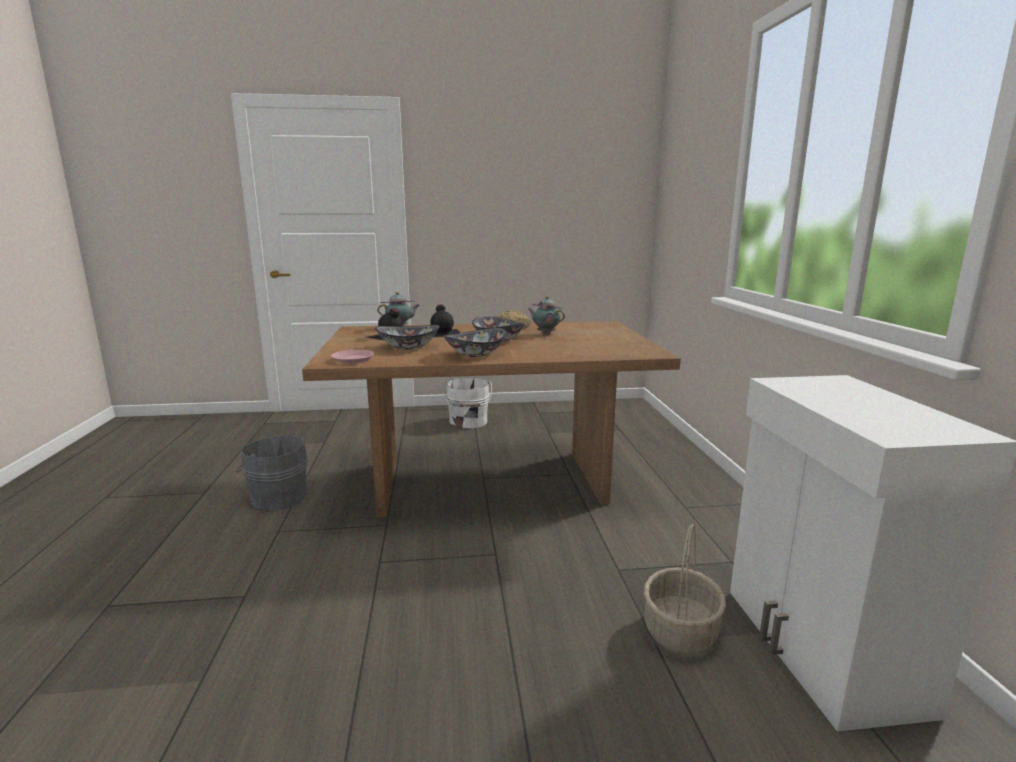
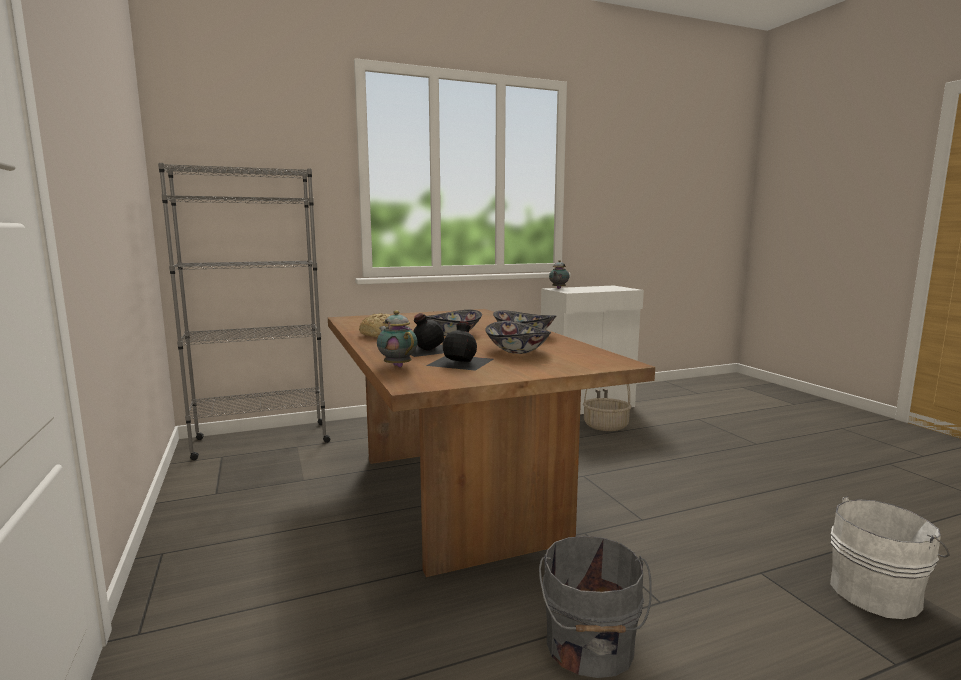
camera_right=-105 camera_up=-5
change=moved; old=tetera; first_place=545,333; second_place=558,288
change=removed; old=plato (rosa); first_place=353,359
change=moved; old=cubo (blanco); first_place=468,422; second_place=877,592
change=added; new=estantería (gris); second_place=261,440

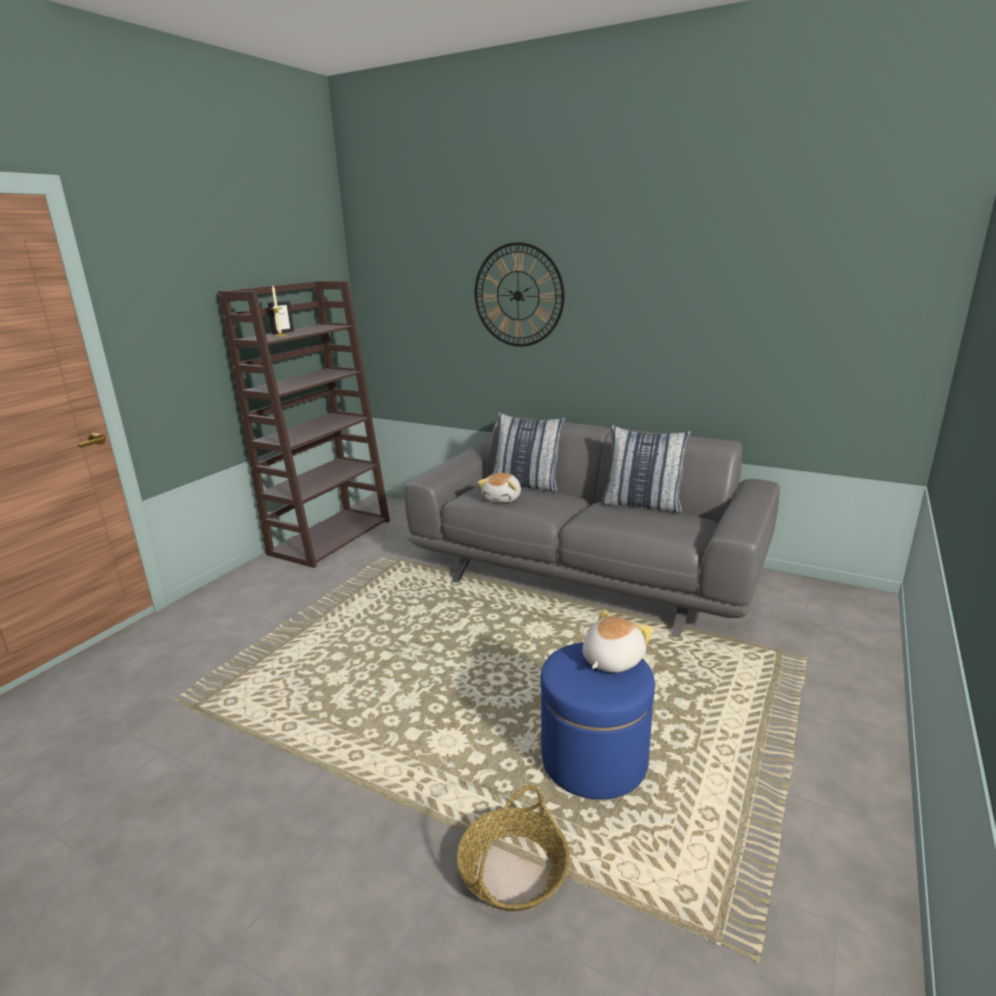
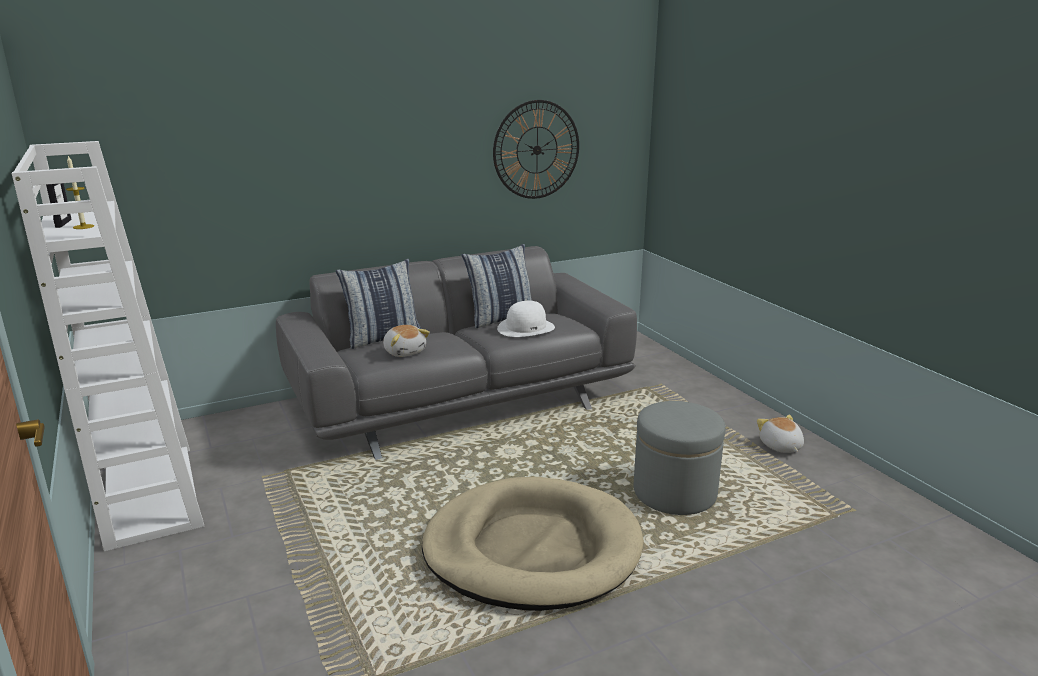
camera_right=-55 camera_up=0
change=moved; old=reloj de pared; first_place=518,295; second_place=536,150
change=recoloured; old=estantería (marrón); new=estantería (blanco); first_place=331,536; second_place=149,494
change=moved; old=peluche; first_place=611,660; second_place=780,446
change=recoloured; old=puf (azul); new=puf (gris); first_place=594,759; second_place=674,492
change=removed; old=cesta; first_place=513,871
change=added; new=sombrero (blanco); second_place=526,328
change=added; new=cama para perro (beis); second_place=532,549

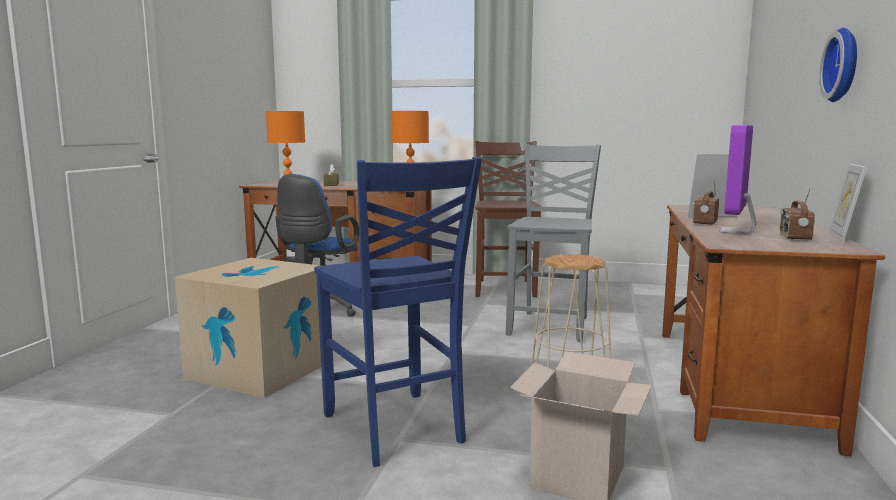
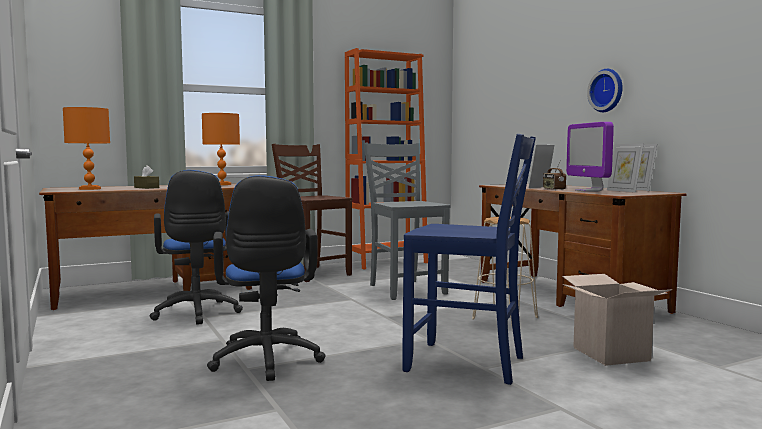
camera_right=-40 camera_up=-5
change=replaced; old=radio; new=portarretratos; first_place=794,238; second_place=623,191
change=replaced; old=caja de cartón; new=silla de oficina (azul); first_place=259,369; second_place=266,362
change=added; new=estantería (naranja); second_place=386,262

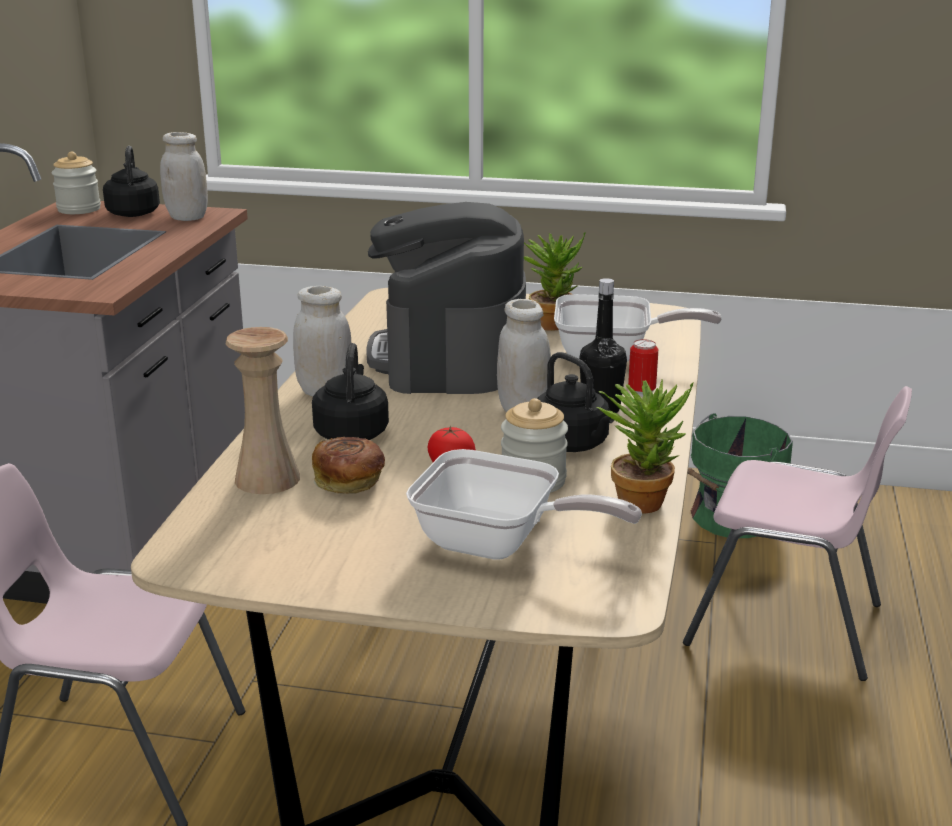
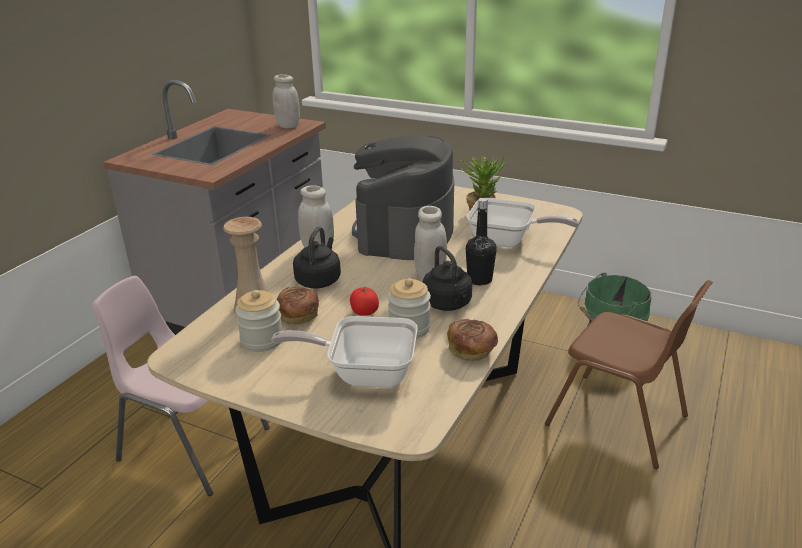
camera_right=15 camera_up=5
change=removed; old=hervidor (negro); first_place=133,212
change=moved; old=tarro; first_place=79,209; second_place=262,340
change=removed; old=lata; first_place=641,392
change=replaced; old=planta en maceta; new=pan; first_place=643,499; second_place=472,351
change=recoloured; old=silla (rosa); new=silla (marrón); first_place=787,625; second_place=618,421
change=turned; old=sartén; first_place=499,545; second_place=364,373; degrees=150

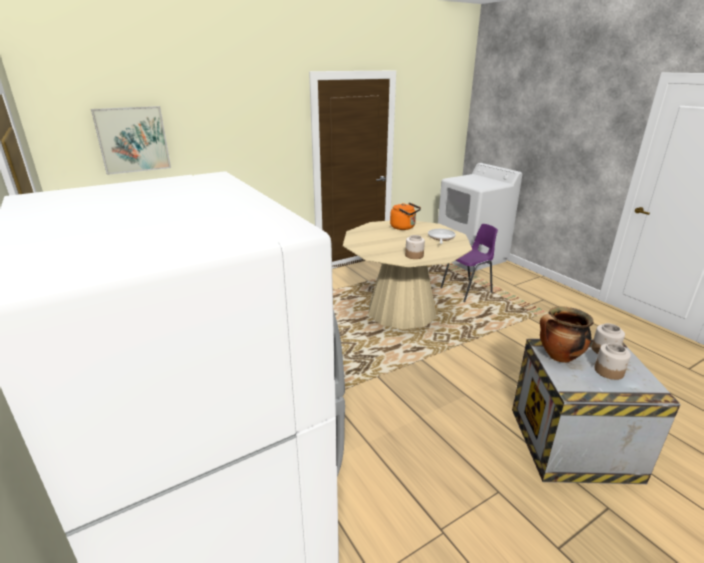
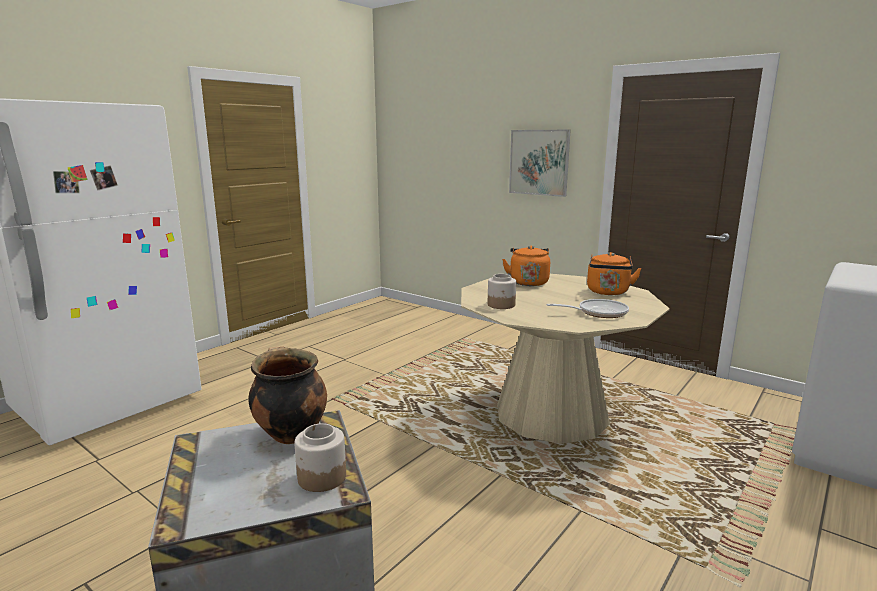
camera_right=70 camera_up=-10
change=moved; old=cuadro; first_place=133,140; second_place=539,162
change=removed; old=silla (morado); first_place=467,290
change=removed; old=tarro; first_place=609,371
change=added; new=hervidor (naranja); second_place=528,282

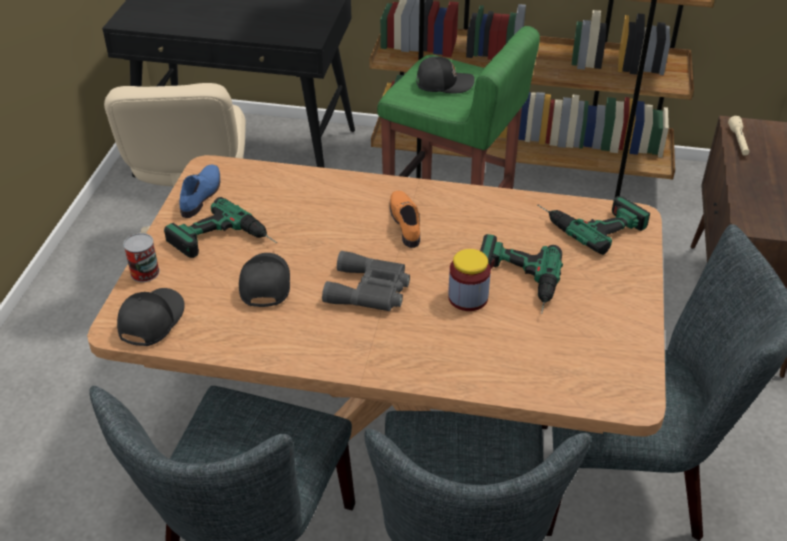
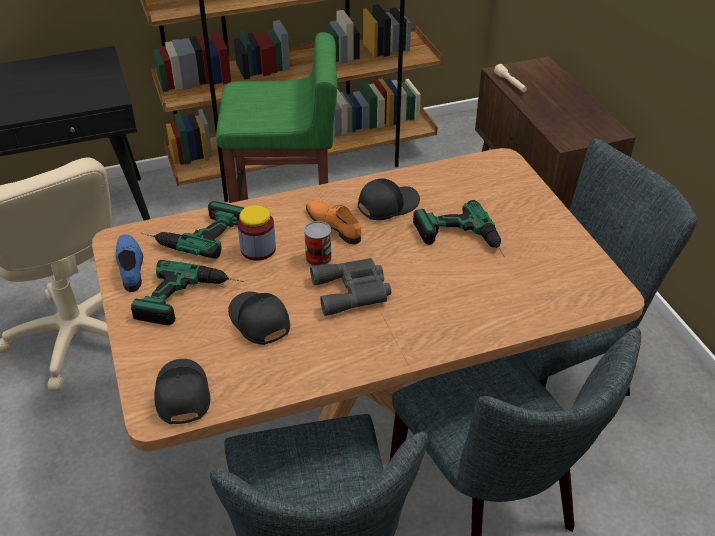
camera_right=-30 camera_up=0
change=moved; old=gorra (negro); first_place=443,83; second_place=387,205
change=moved; old=taladro; first_place=589,221; second_place=193,233
change=moved; old=lata; first_place=145,272; second_place=318,258
change=moved; old=tarro; first_place=468,298; second_place=258,249

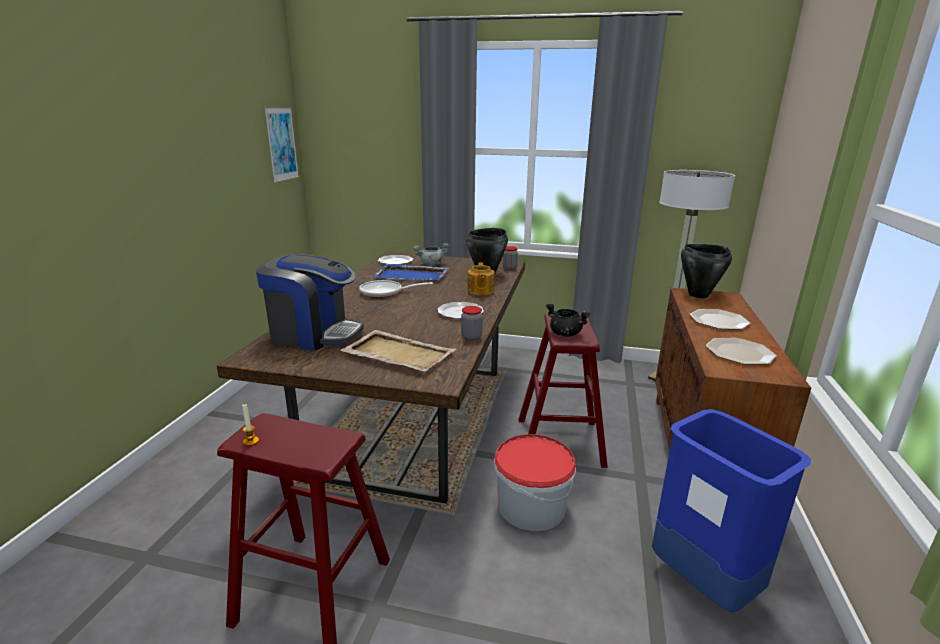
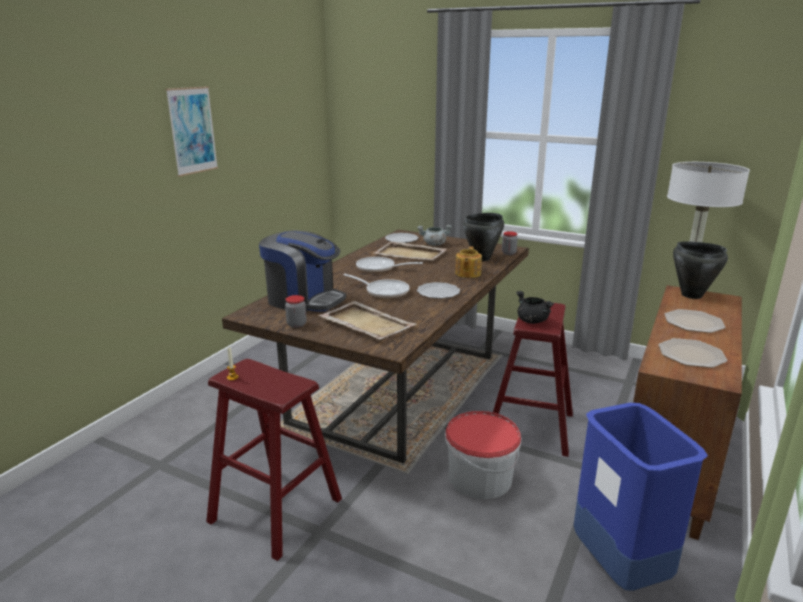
camera_right=15 camera_up=0
change=moved; old=cuadro; first_place=281,144; second_place=192,130
change=recoloured; old=bandeja (azul); new=bandeja (beis); first_place=412,275; second_place=411,254
change=moved; old=tarro; first_place=471,337; second_place=296,324
change=added; new=sartén; second_place=384,292

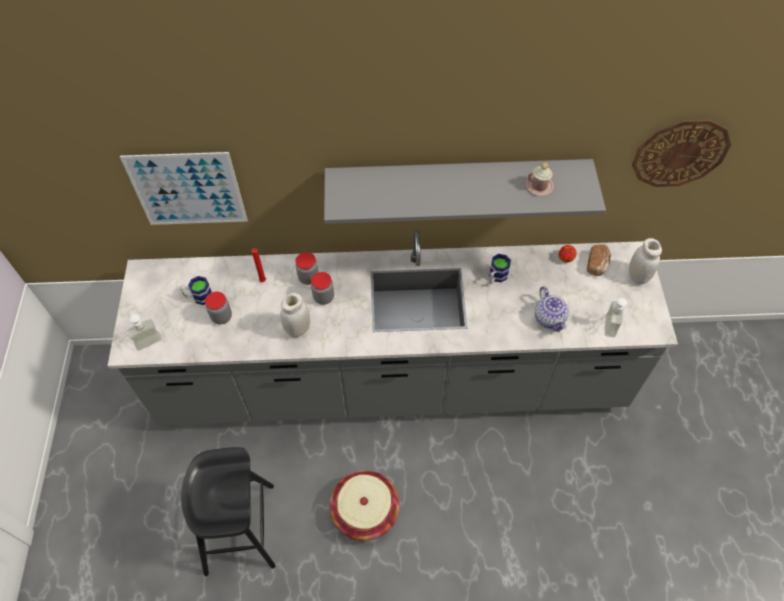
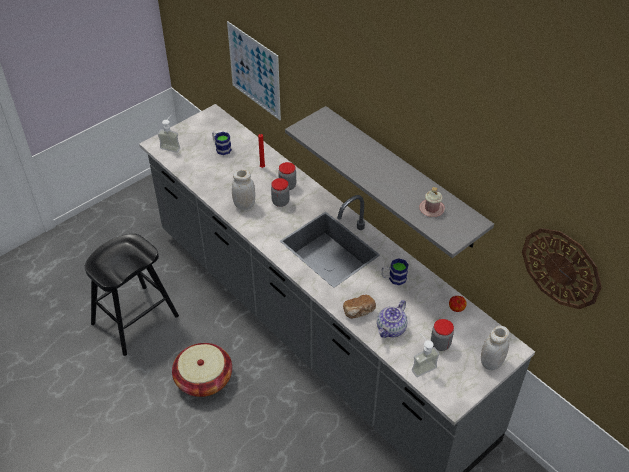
camera_right=50 camera_up=-10
change=moved; old=pan; first_place=597,265; second_place=359,312
change=moved; old=tarro; first_place=221,317; second_place=440,344

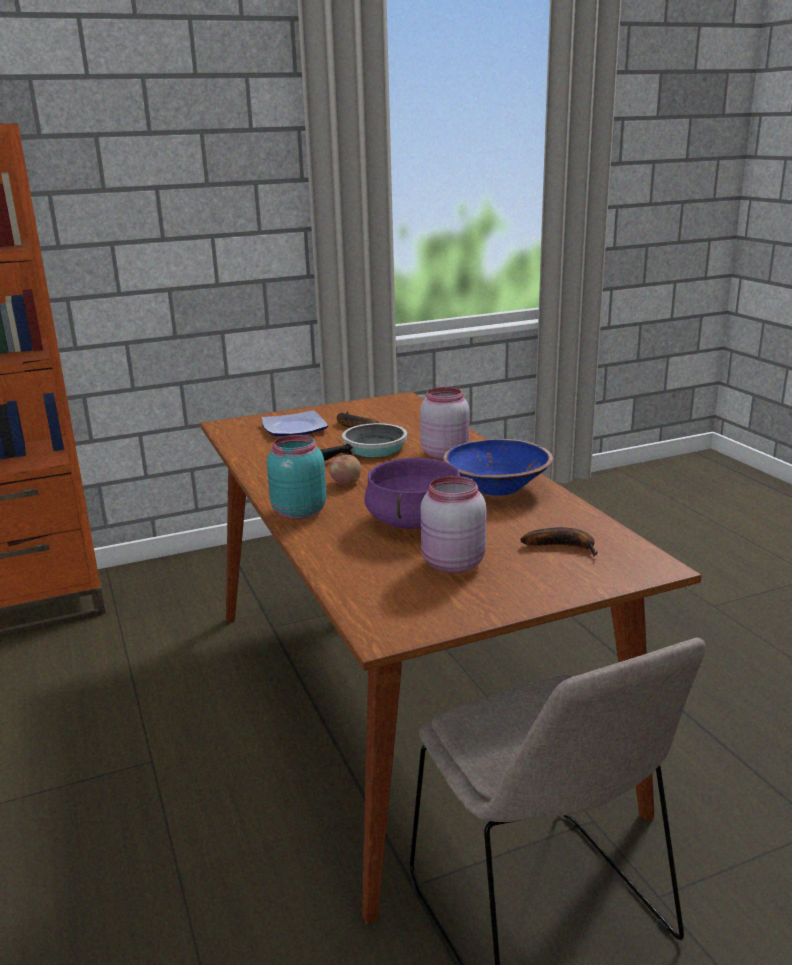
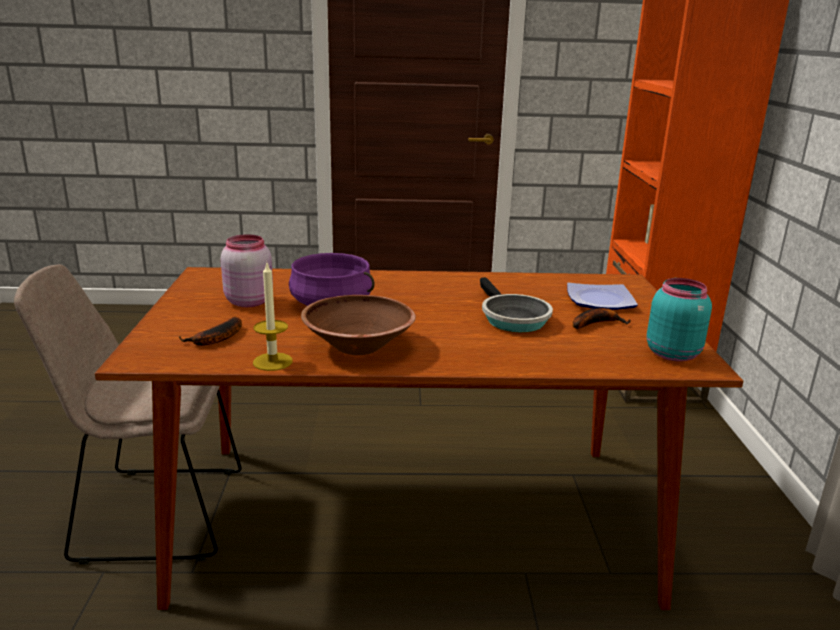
camera_right=110 camera_up=0
change=removed; old=tarro (rosa); first_place=444,453
change=moved; old=tarro (turquesa); first_place=297,512; second_place=672,353
change=recoloured; old=cuenco (azul); new=cuenco (marrón); first_place=497,488; second_place=358,346
change=removed; old=manzana; first_place=345,483
change=added; new=vela; second_place=272,361

